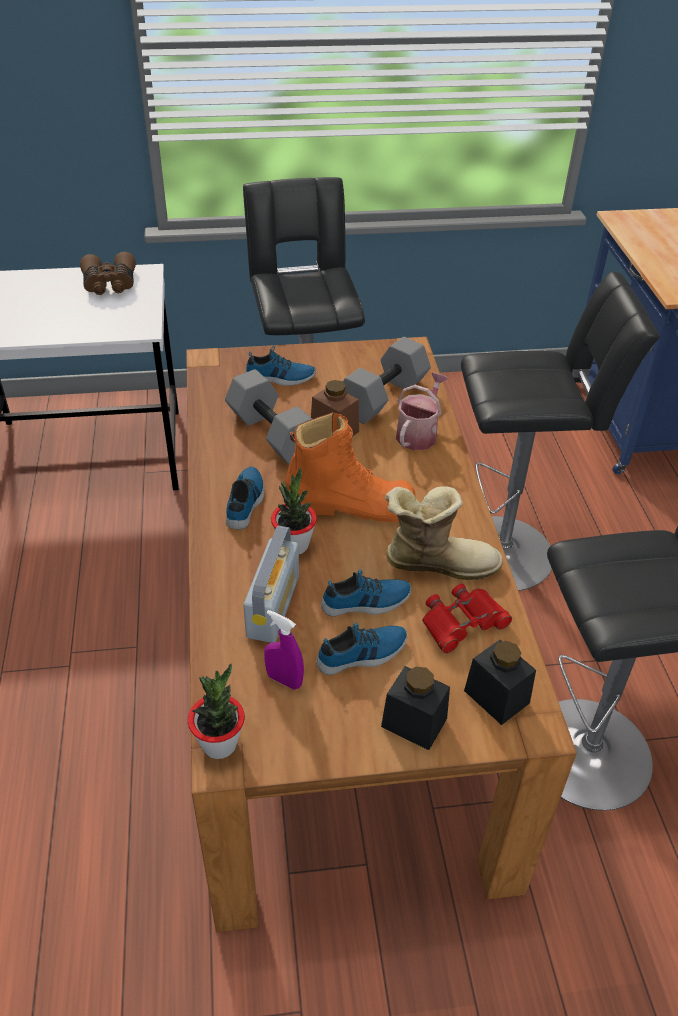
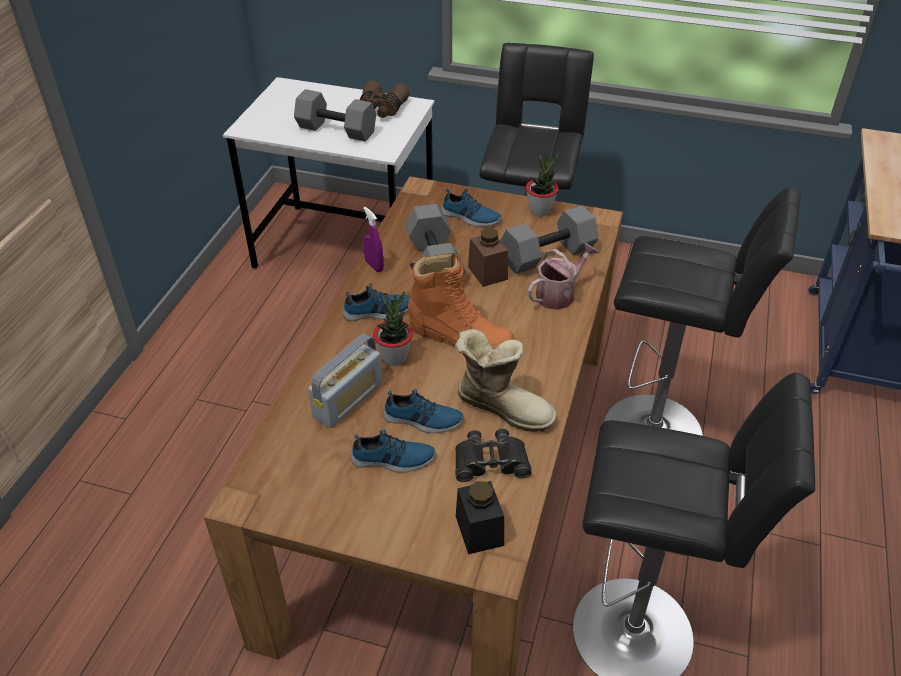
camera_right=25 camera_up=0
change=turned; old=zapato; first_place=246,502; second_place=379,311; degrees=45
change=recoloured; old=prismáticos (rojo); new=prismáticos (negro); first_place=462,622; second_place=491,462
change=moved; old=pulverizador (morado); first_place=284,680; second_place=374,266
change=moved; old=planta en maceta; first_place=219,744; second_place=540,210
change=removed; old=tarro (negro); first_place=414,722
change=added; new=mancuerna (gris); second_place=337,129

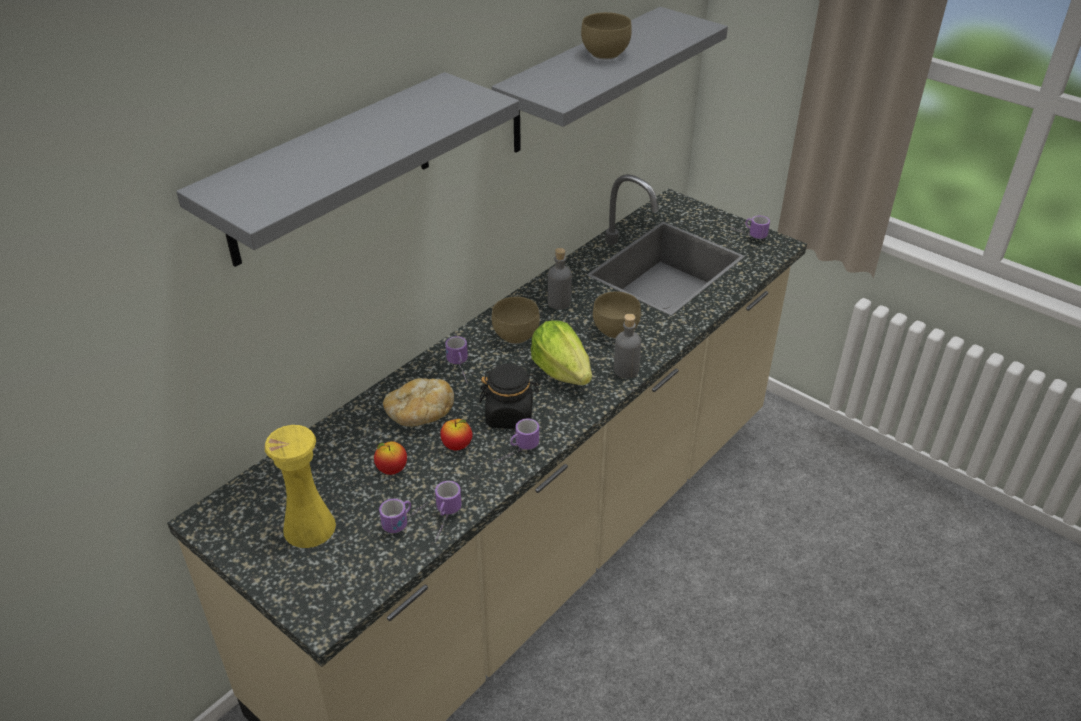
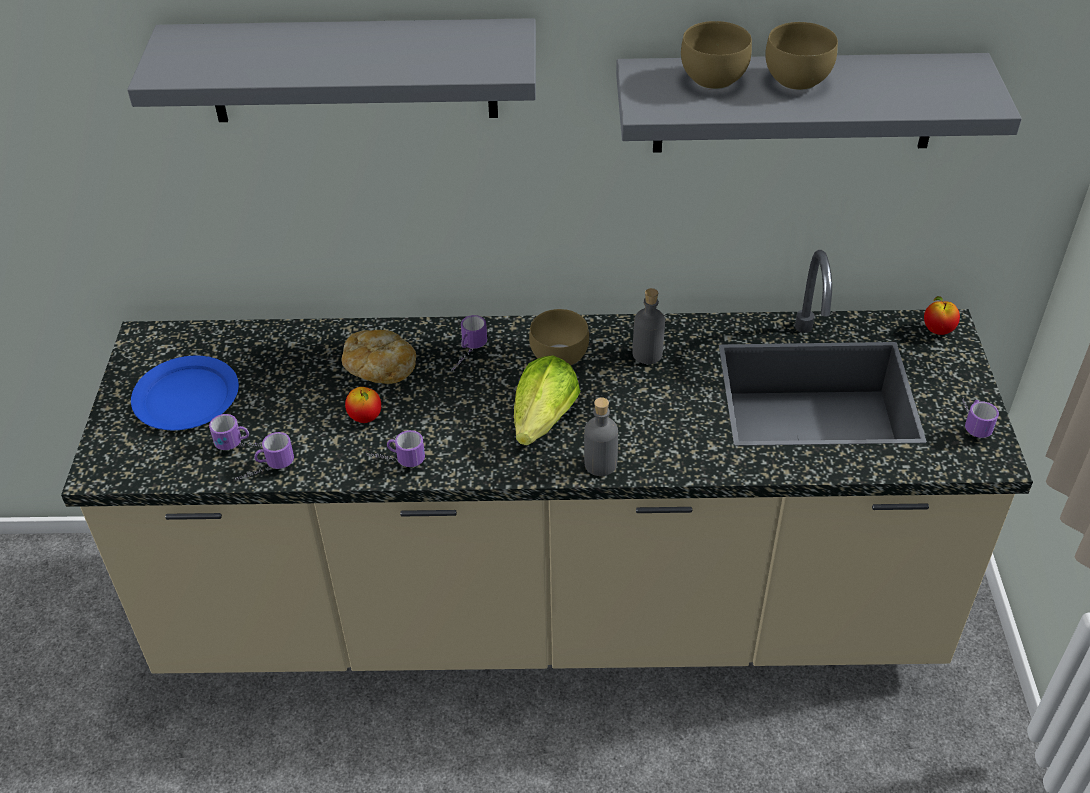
camera_right=50 camera_up=5
change=moved; old=cuenco (marrón); first_place=616,331; second_place=712,81
change=removed; old=tarro (negro); first_place=510,415
change=replaced; old=florero (amarillo); new=plato (azul); first_place=309,527; second_place=185,397
change=moved; old=manzana; first_place=392,469; second_place=938,330

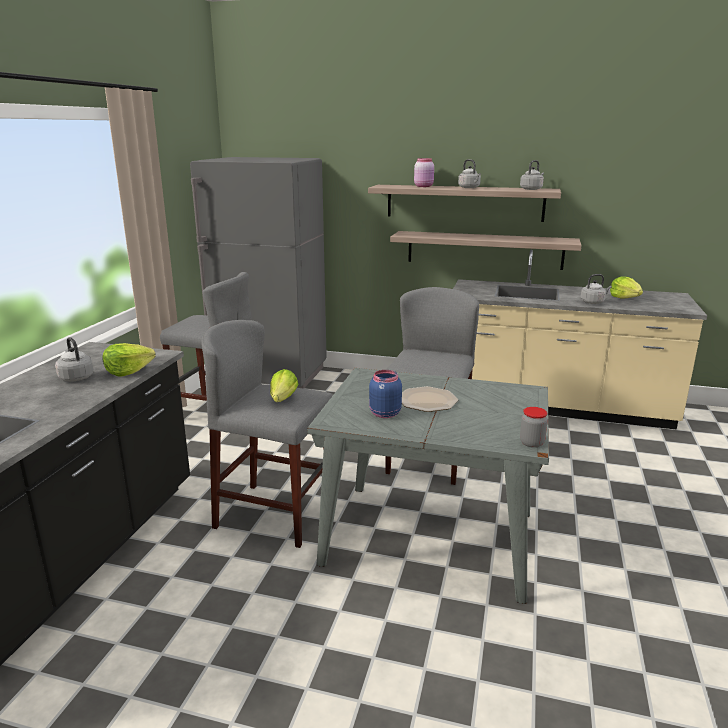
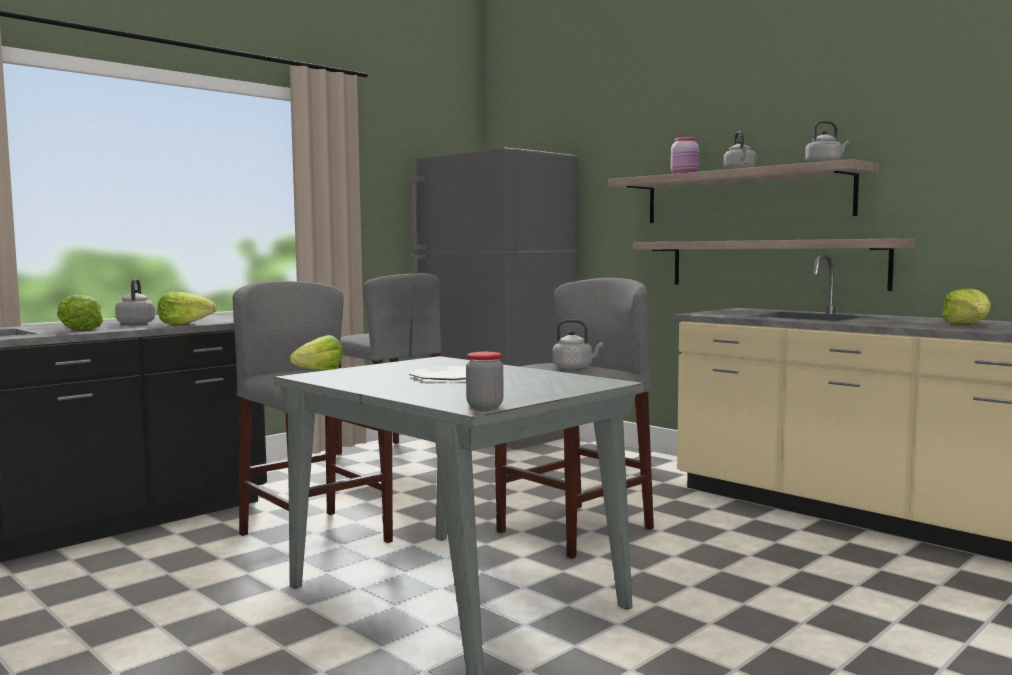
camera_right=30 camera_up=-15
change=moved; old=hervidor (gris); first_place=593,302; second_place=574,368
change=removed; old=tarro (azul); first_place=384,414
change=added; new=lechuga; second_place=80,328

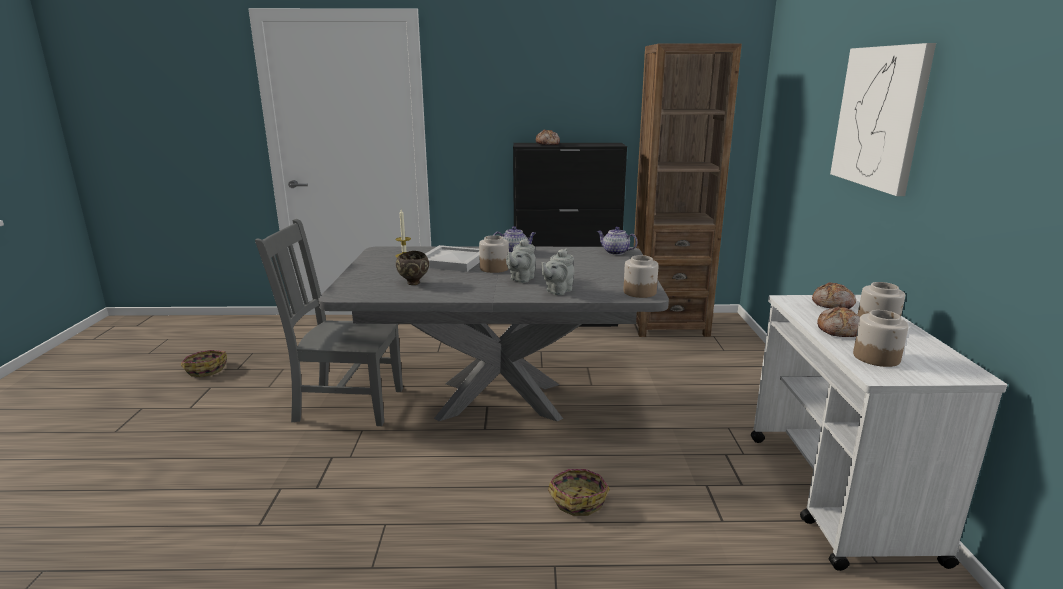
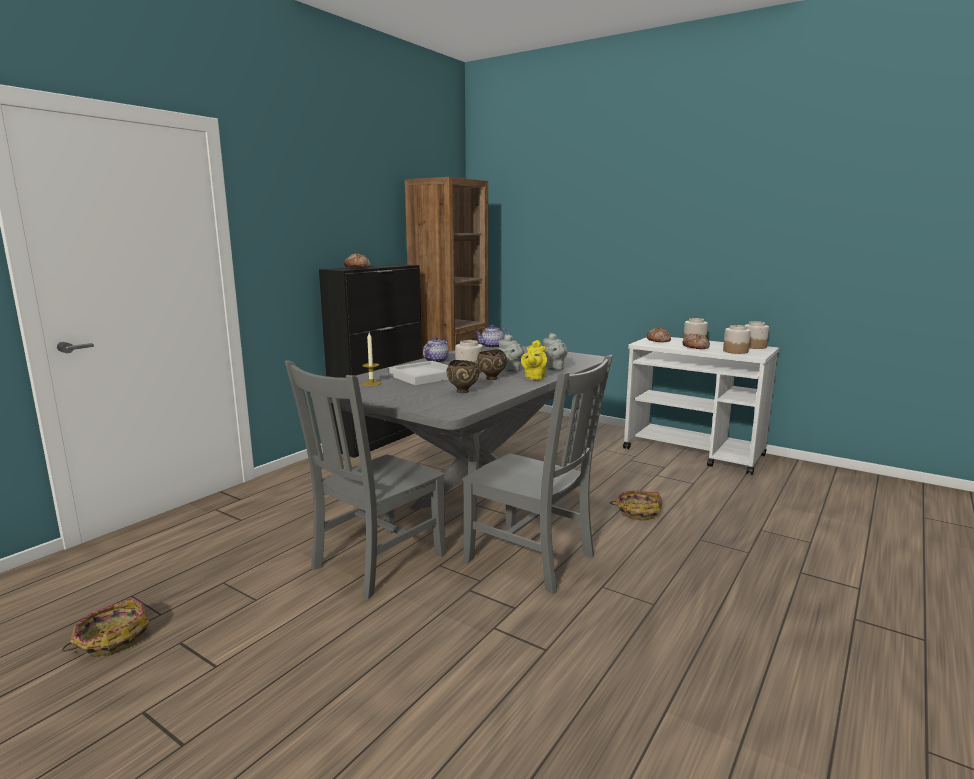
camera_right=-55 camera_up=-5
change=removed; old=cuadro; first_place=880,117
change=moved; old=tarro; first_place=640,292; second_place=754,347
change=added; new=tetera (amarillo); second_place=534,378
change=added; new=cuenco (marrón); second_place=491,379
change=added; new=silla (gris); second_place=533,559

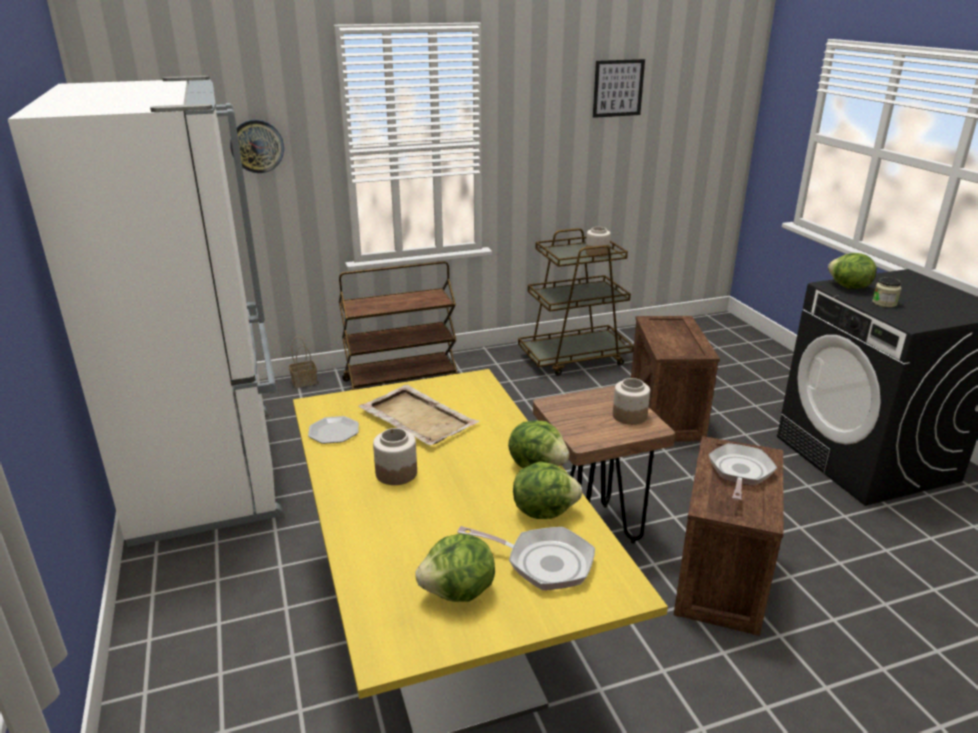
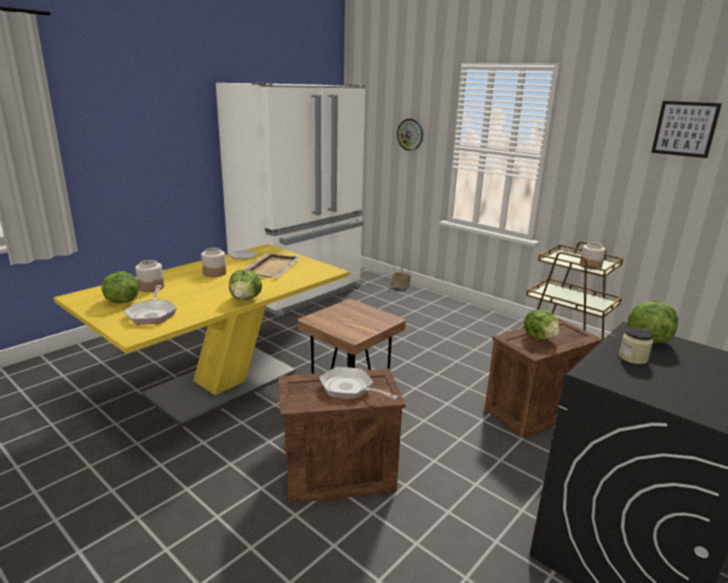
camera_right=60 camera_up=-5
change=removed; old=carrito (marrón); first_place=401,381
change=moved; old=tarro; first_place=629,416; second_place=151,287
change=turned; old=sartén; first_place=740,473; second_place=350,388; degrees=-135
change=moved; old=lechuga; first_place=543,510; second_place=540,337

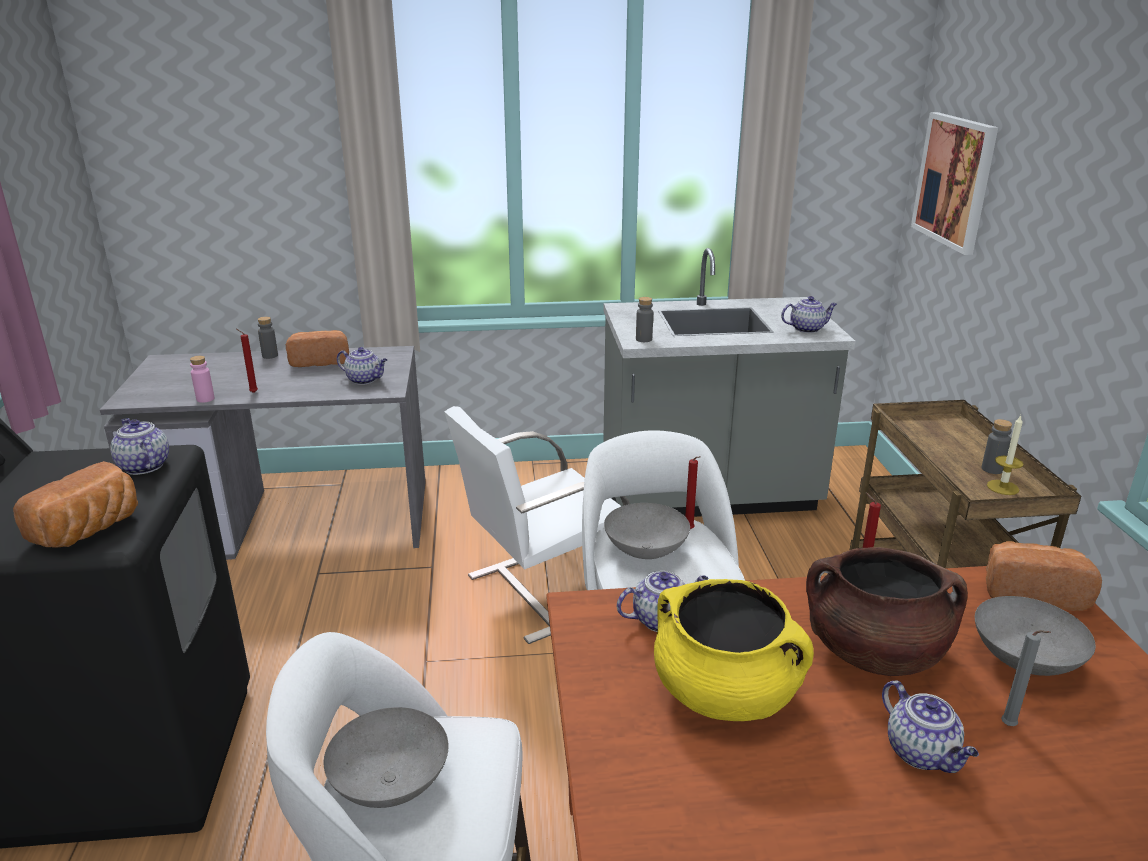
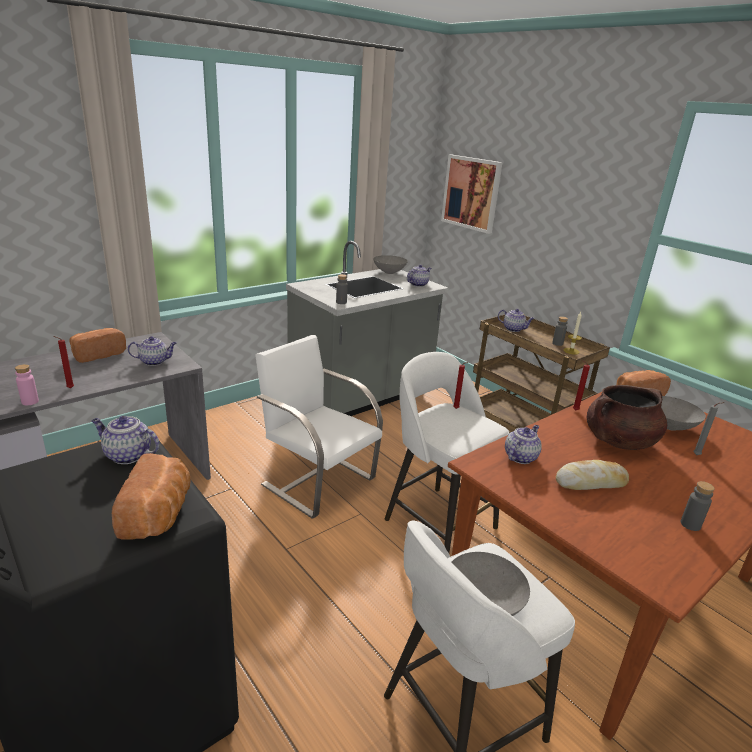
camera_right=-35 camera_up=0
change=moved; old=botella (gris); first_place=270,356; second_place=690,524
change=turned; old=silla (blanco); first_place=541,591; second_place=318,480; degrees=105
change=moved; old=cuenco (gris); first_place=647,551; second_place=390,272
change=replaced; old=olla (amarillo); new=pan; first_place=726,693; second_place=591,482
change=moved; old=tetera; first_place=922,753; second_place=514,329

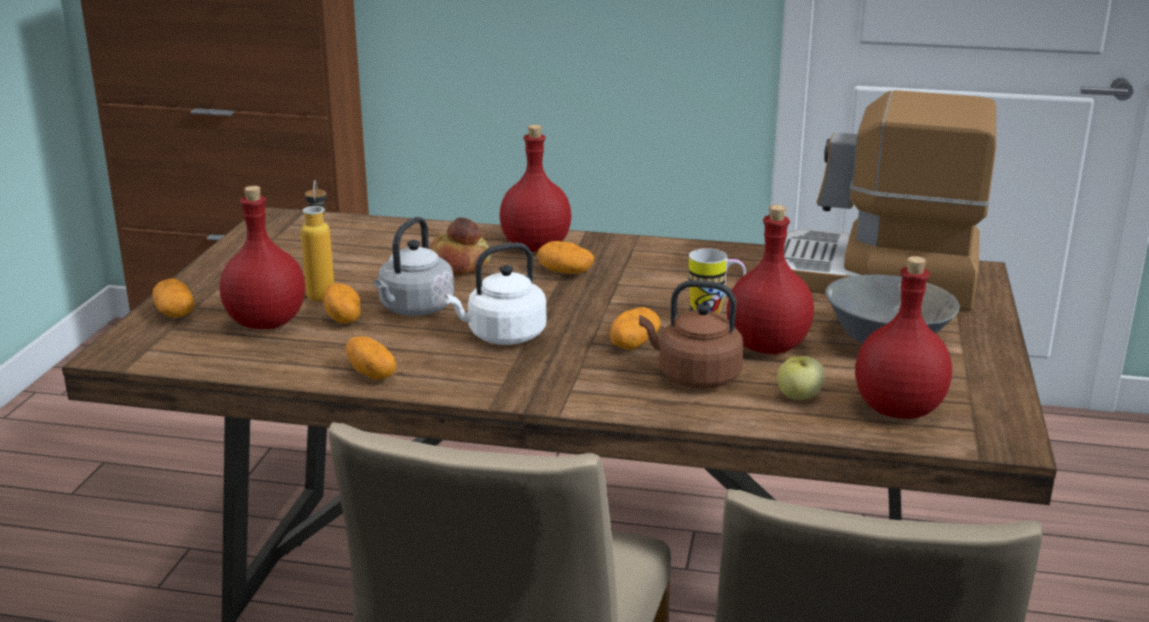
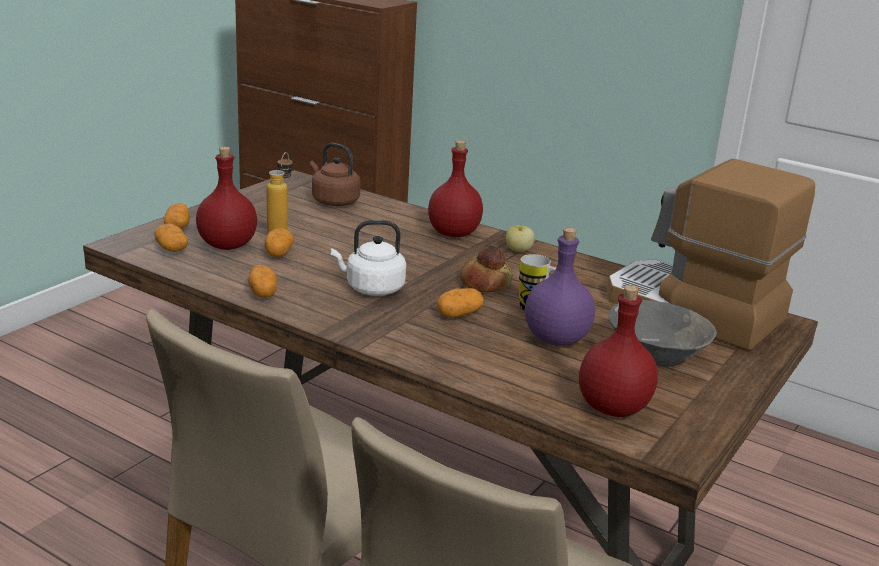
camera_right=20 camera_up=0
change=recoloured; old=botella (rojo); new=botella (morado); first_place=768,346; second_place=557,339
change=removed; old=hervidor (gris); first_place=414,309
change=moved; old=pan; first_place=458,264; second_place=485,282
change=moved; old=patata; first_place=565,272; second_place=171,249
change=moved; old=hervidor (marrón); first_place=694,376; second_place=333,201
change=moved; old=manzana; first_place=798,397; second_place=518,250

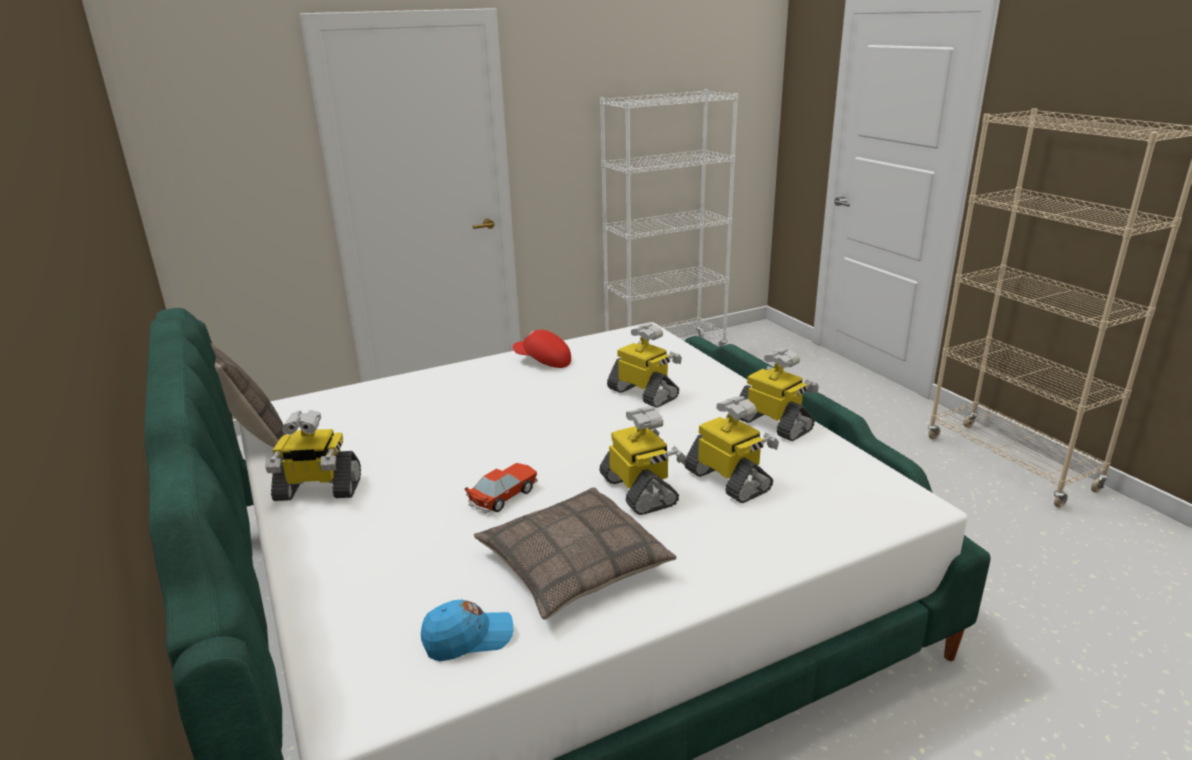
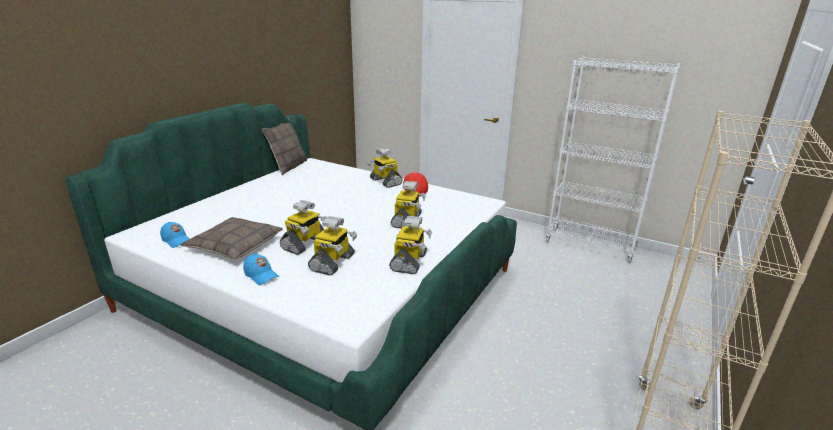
camera_right=55 camera_up=0
change=moved; old=robot de juguete; first_place=317,490; second_place=385,182
change=removed; old=coche de juguete; first_place=504,496
change=added; new=gorra (azul); second_place=261,275

